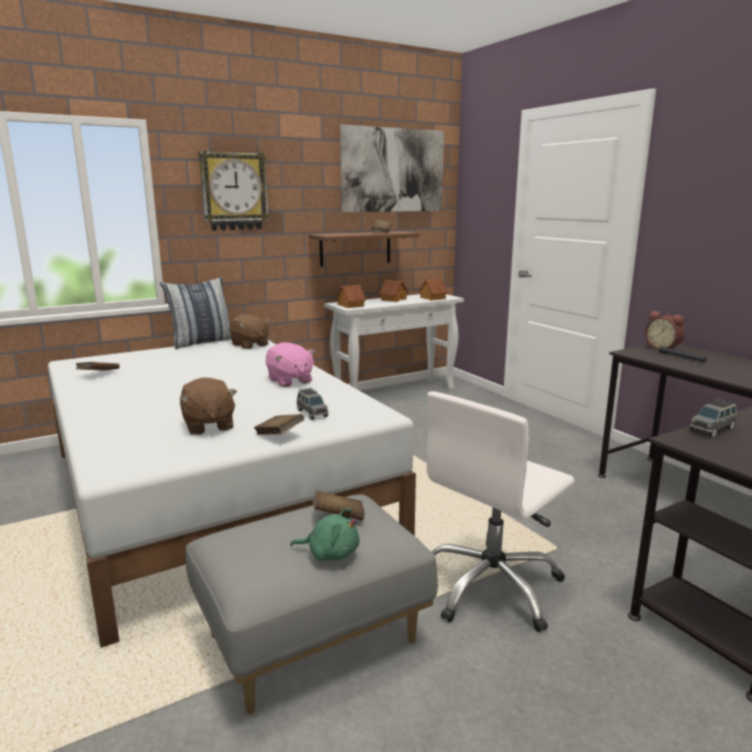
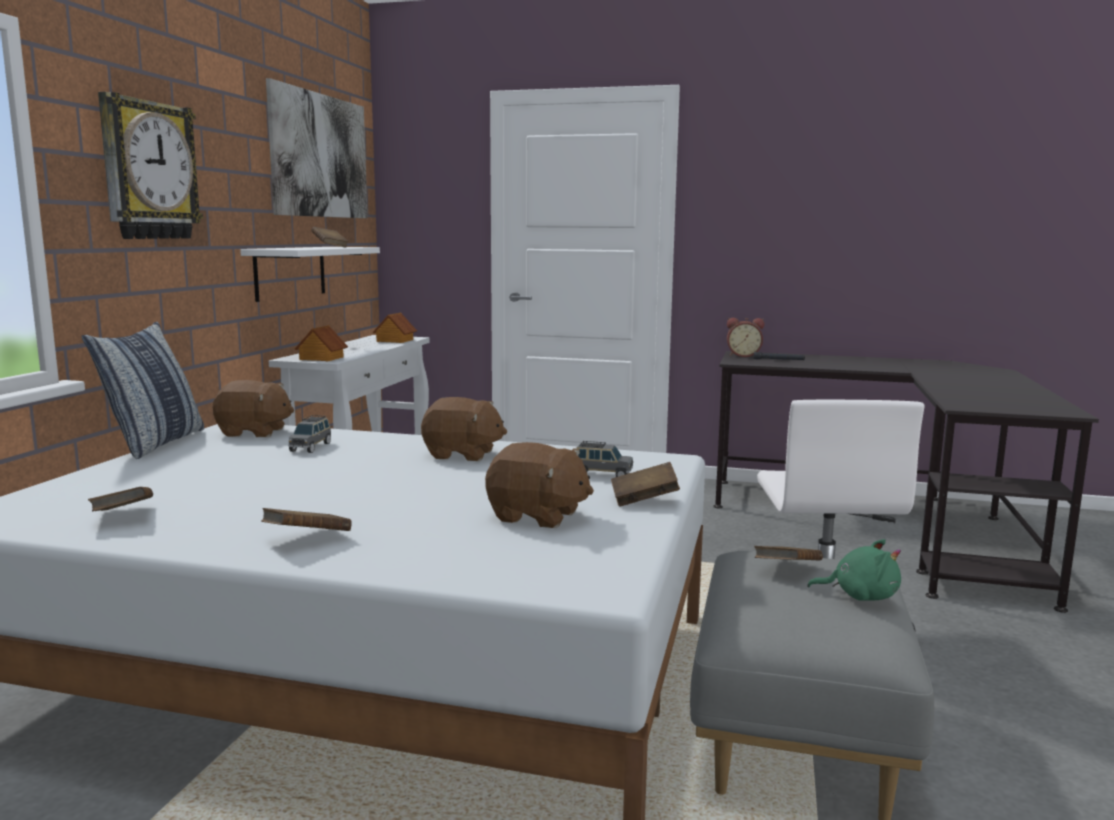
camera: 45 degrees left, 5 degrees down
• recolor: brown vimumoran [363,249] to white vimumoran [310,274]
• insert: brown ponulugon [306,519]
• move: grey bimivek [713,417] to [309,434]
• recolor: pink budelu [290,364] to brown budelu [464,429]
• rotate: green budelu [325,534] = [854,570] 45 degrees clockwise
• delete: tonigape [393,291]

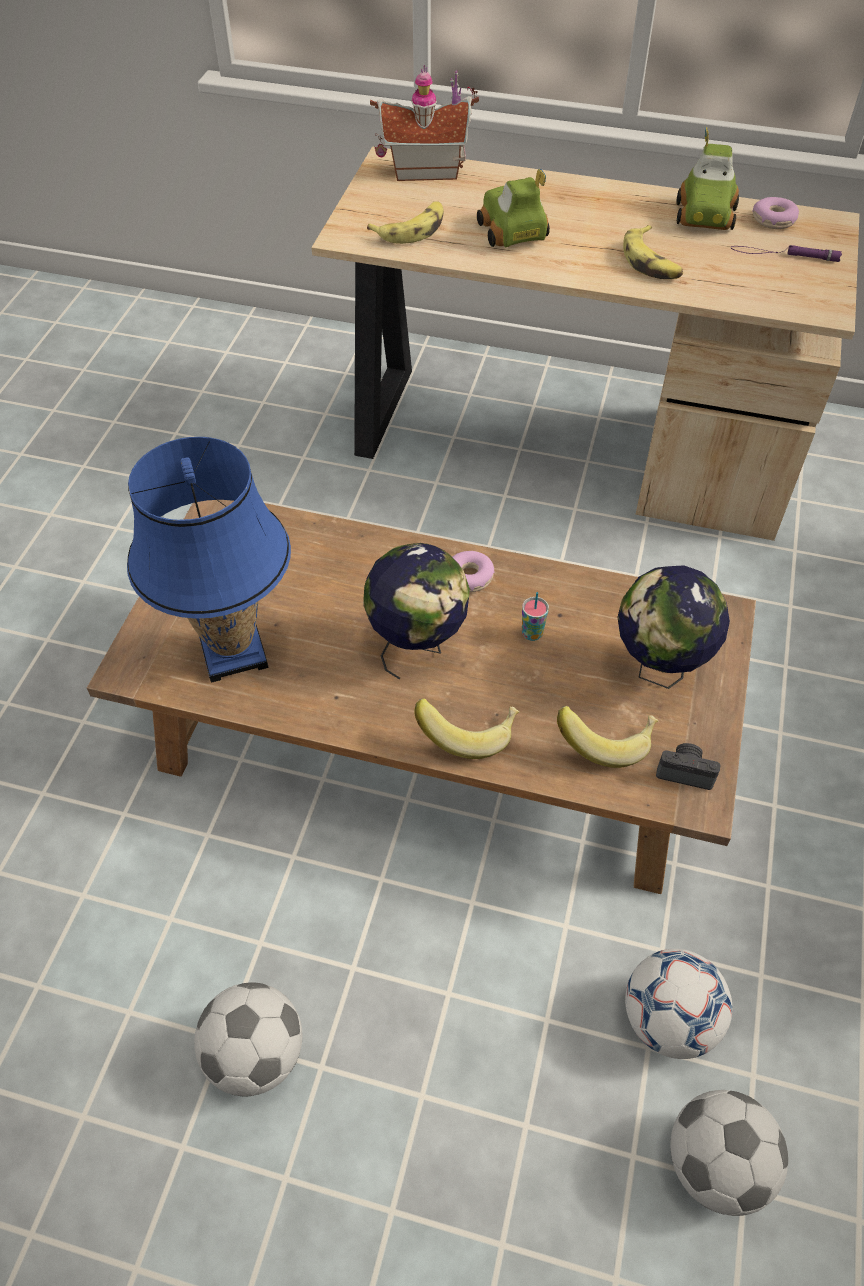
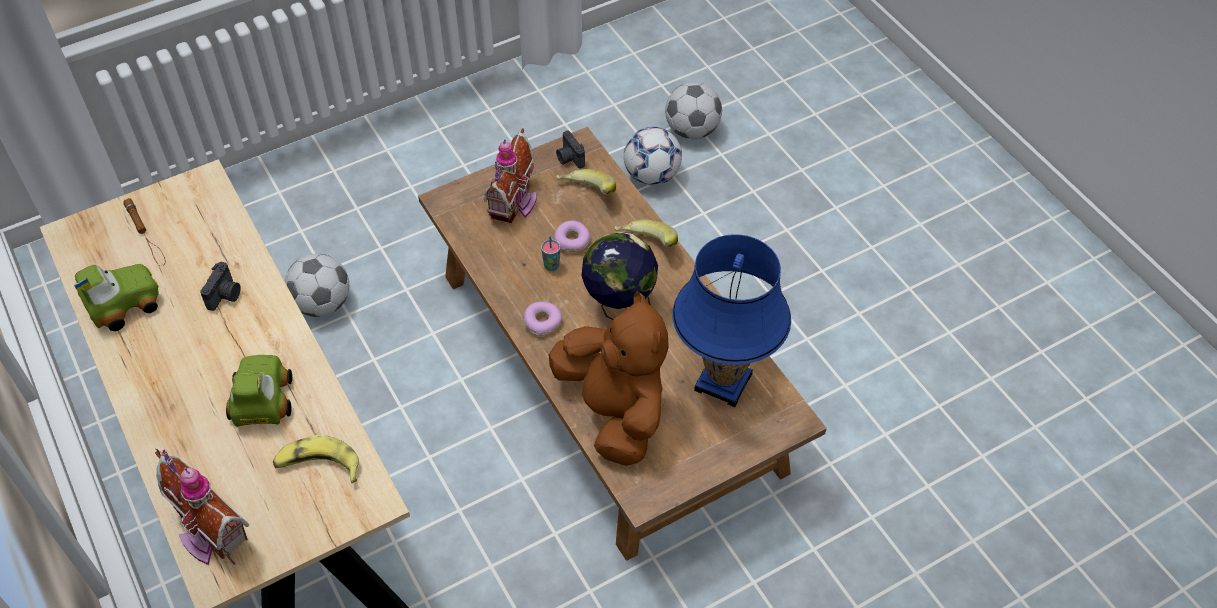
camera: 135 degrees left, 0 degrees up
• recolor: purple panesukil [786,253] to brown panesukil [145,232]
• replace: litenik [653,252] to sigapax [220,286]
• rotate: bimivek [513,208] = [259,391] 150 degrees clockwise
• move: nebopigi [248,1039] to [317,285]
• replace: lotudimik [673,627] to tonigape [510,175]
• insert: brown budelu [609,378]
• move: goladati [775,213] to [572,236]

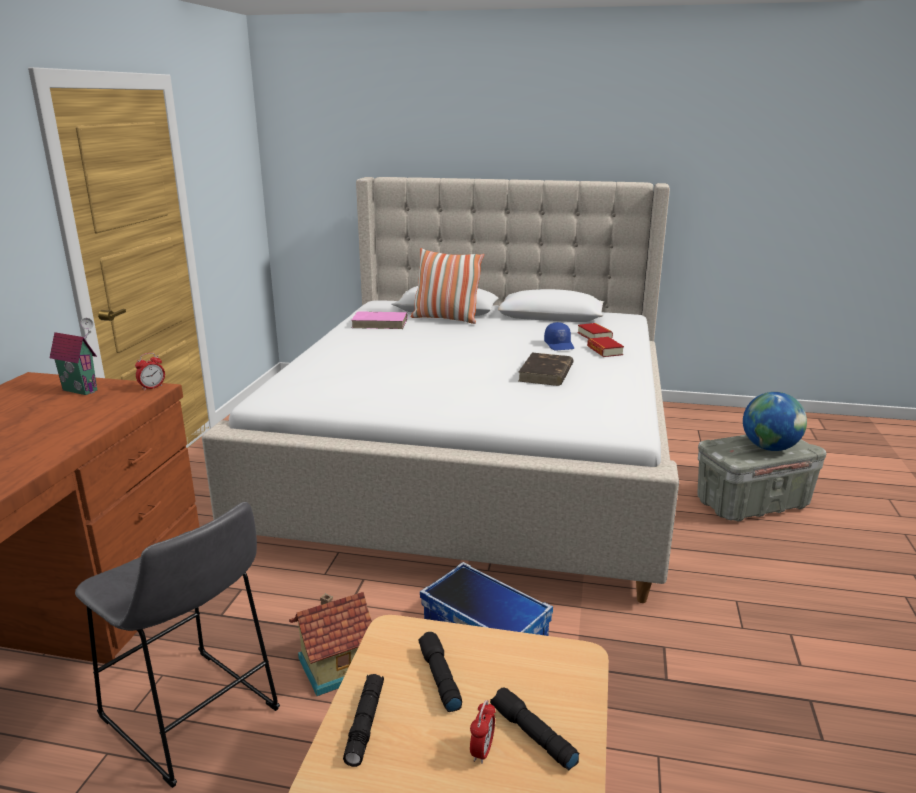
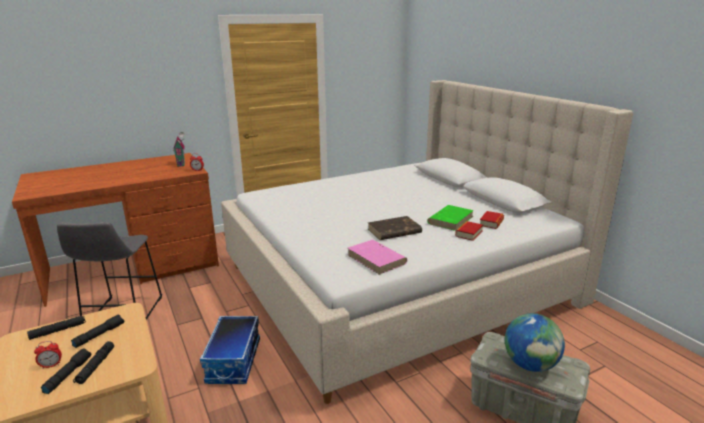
camera: 50 degrees right, 0 degrees up
• insert: black panesukil [93,362]
• move: pink ponulugon [380,320] to [377,257]
• replace: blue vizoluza [559,336] to green ponulugon [450,218]
• delete: tonigape [330,644]
• delete: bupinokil [447,286]

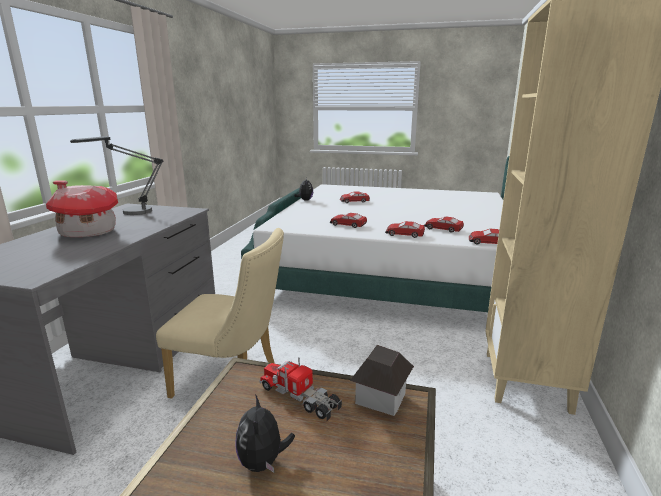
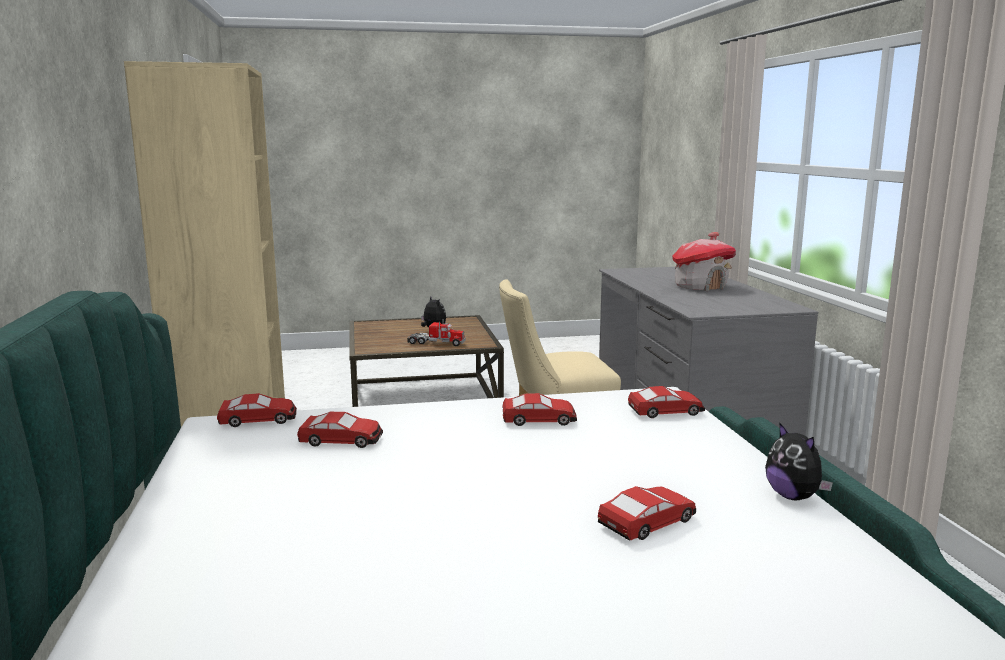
camera: 155 degrees right, 5 degrees down
• move: bimivek [405,229] to [666,402]
• delete: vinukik [117,175]
• delete: tonigape [382,380]

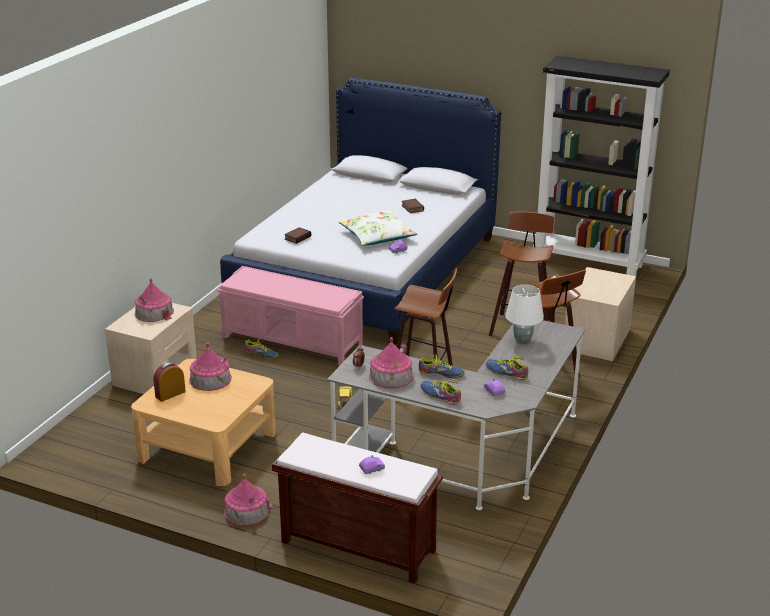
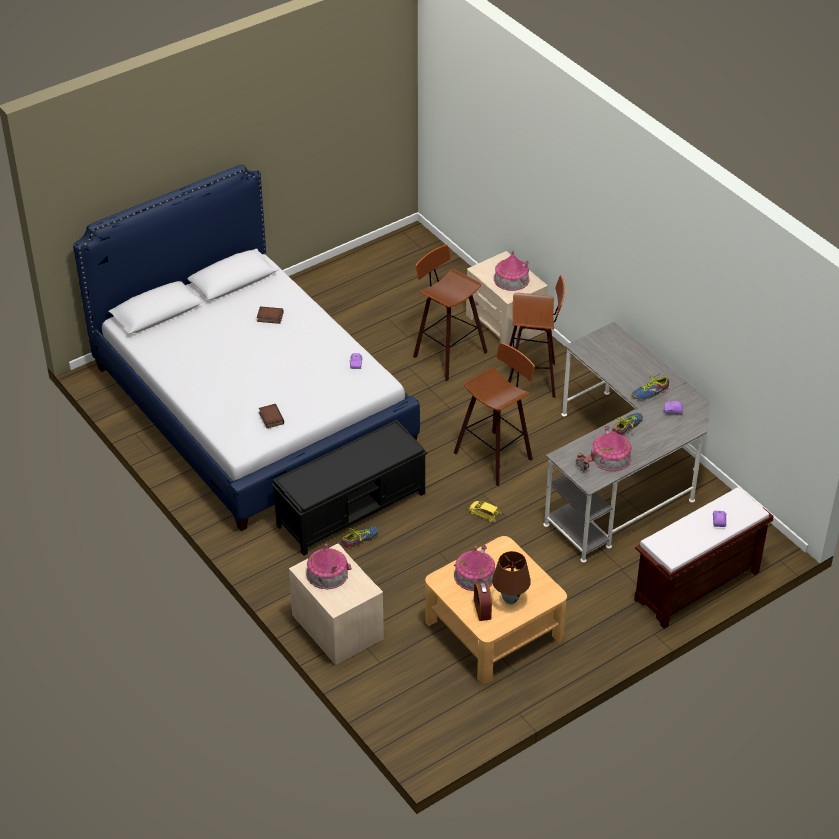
camera: 60 degrees left, 15 degrees up
• recolor: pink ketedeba [291,316] to black ketedeba [349,488]
• insert: brown vinukik [511,578]
• move: tonigape [248,500] to [512,270]
• delete: white bupinokil [378,228]
• delete: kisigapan [441,392]
• delete: white vinukik [524,314]
• delete: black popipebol [601,166]

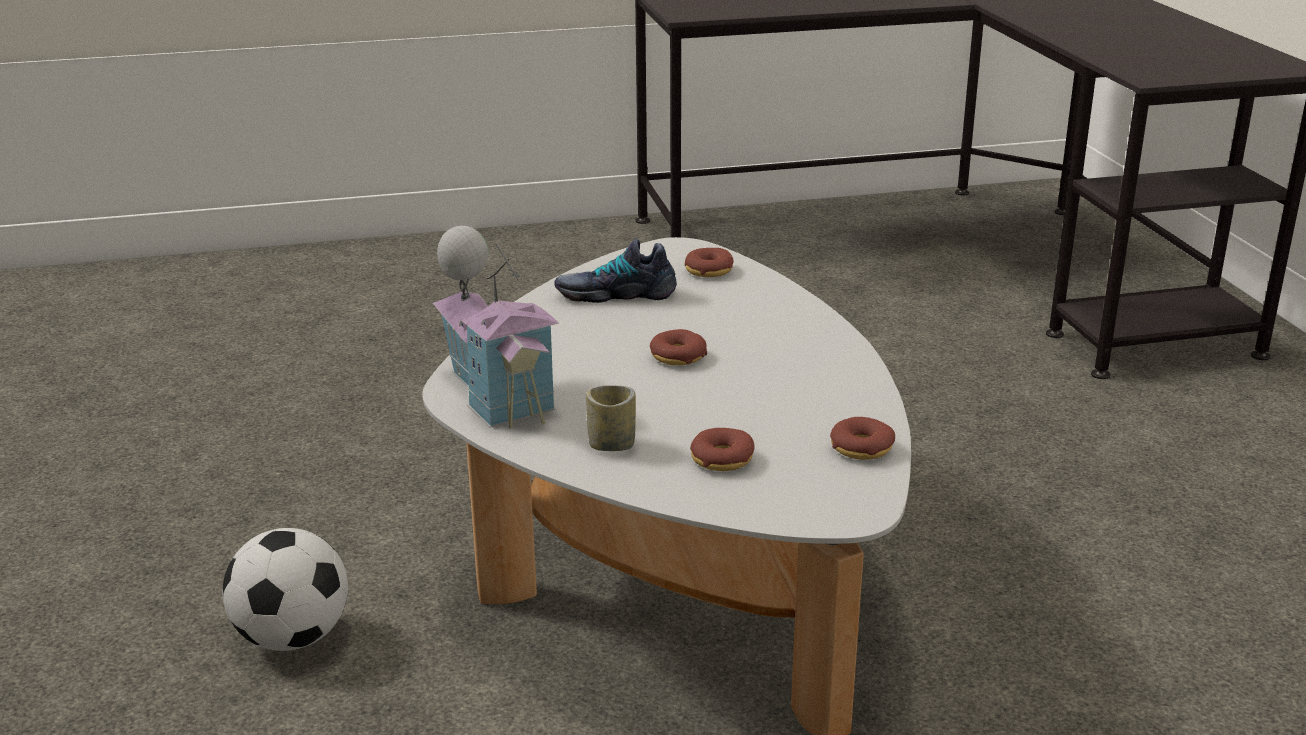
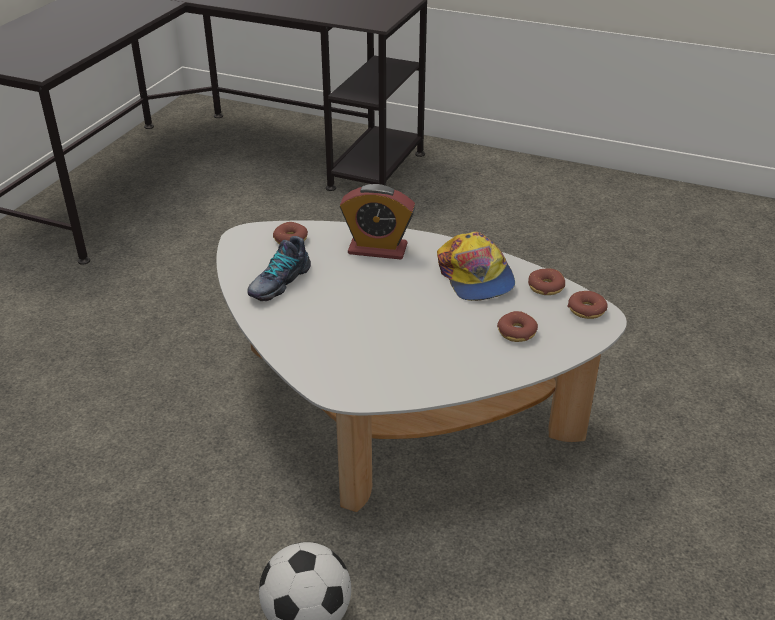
camera: 55 degrees left, 10 degrees up
• insert: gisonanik [377,222]
• insert: vizoluza [476,266]
• move: goladati [678,347] to [587,305]
• delete: tonigape [496,327]
• delete: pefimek [611,418]

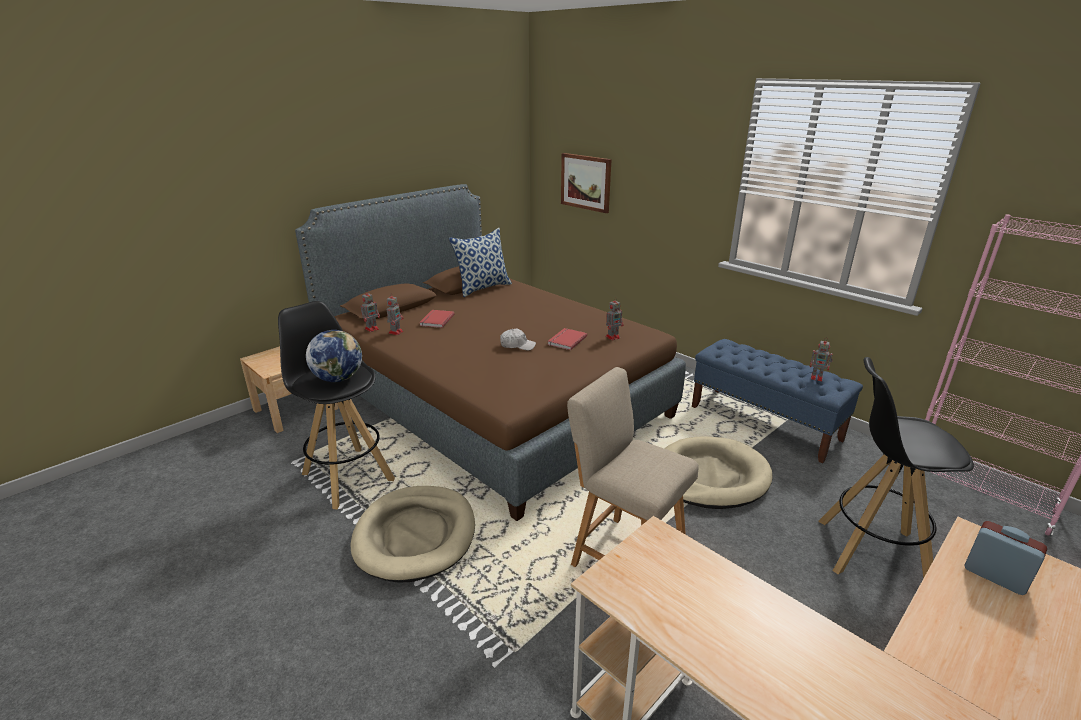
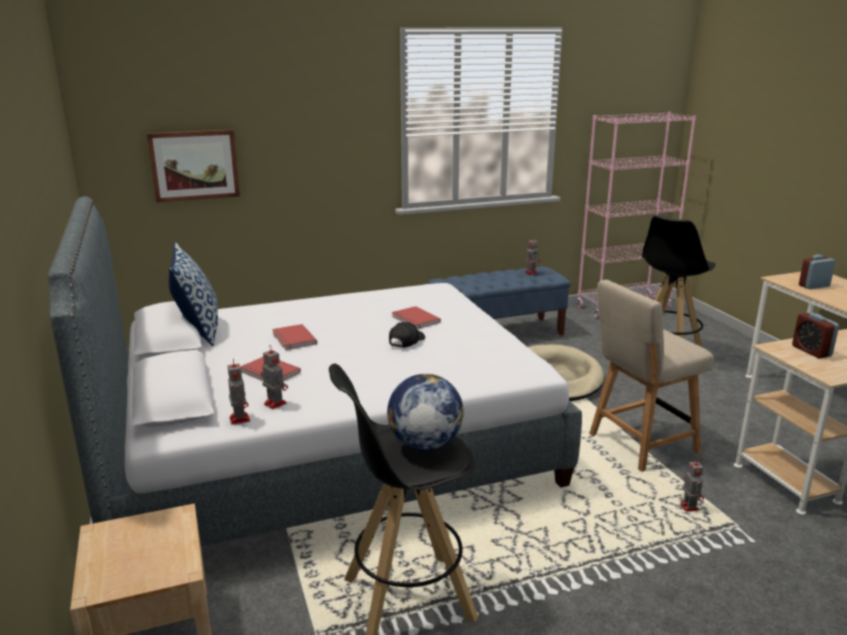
camera: 65 degrees left, 5 degrees down
• recolor: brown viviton [490,352] to grey viviton [315,371]
• insert: red ponulugon [294,337]
• recolor: white vizoluza [518,340] to black vizoluza [407,335]
• move: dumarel [615,318] to [692,484]
• insert: gisonanik [815,335]
• delete: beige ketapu [413,534]

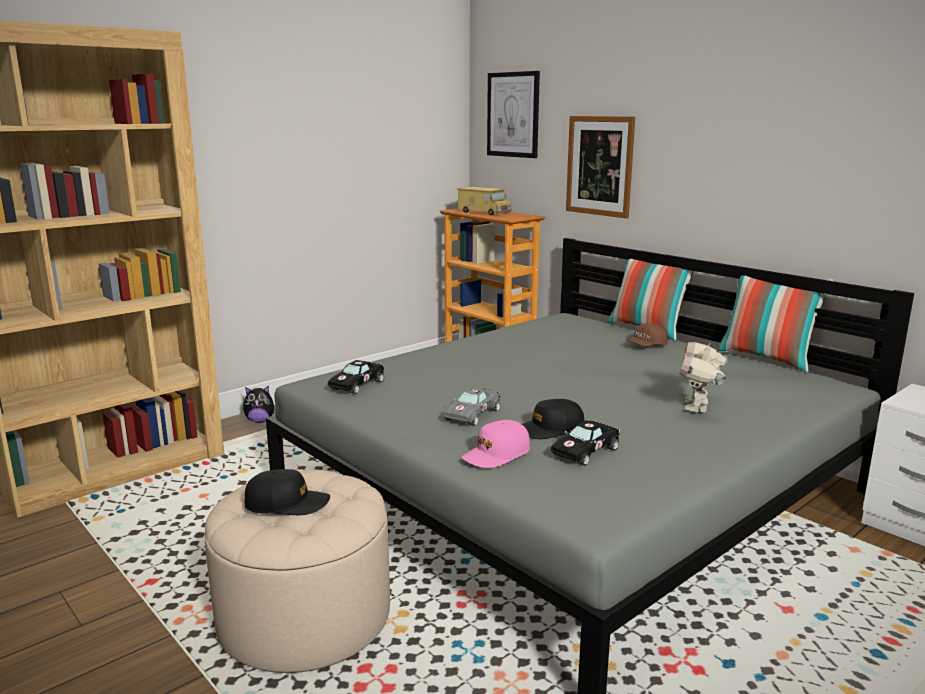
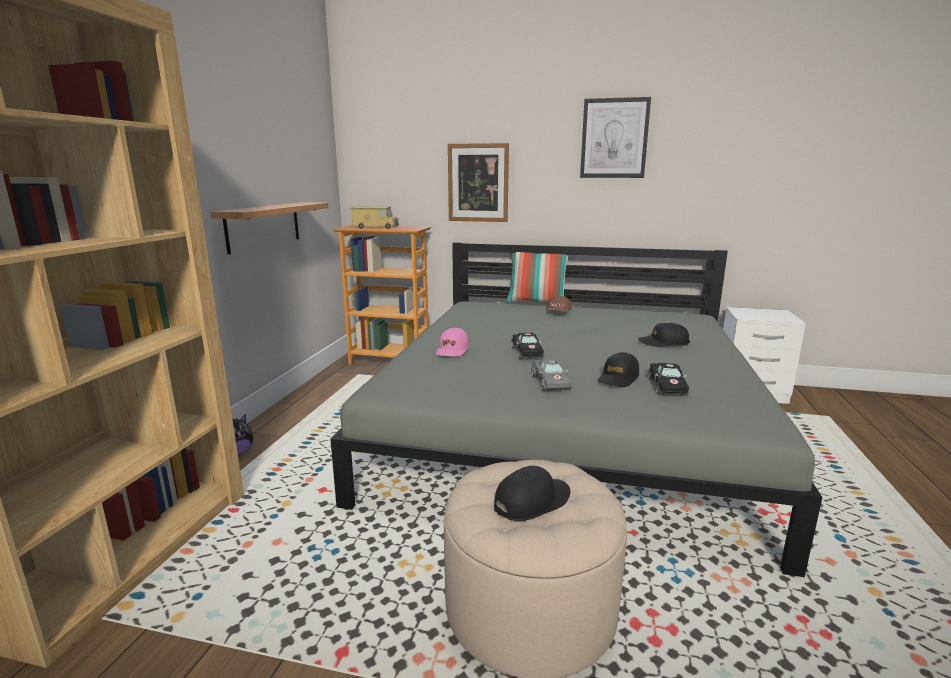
camera: 35 degrees left, 0 degrees up
• insert: vimumoran [269,228]
• move: pink vizoluza [495,444] to [452,342]
• move: black bimivek [356,377] to [527,346]
• move: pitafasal [513,114] to [615,137]
• replace: dumarel [704,376] to black vizoluza [664,335]
• delete: bupinokil [775,323]

